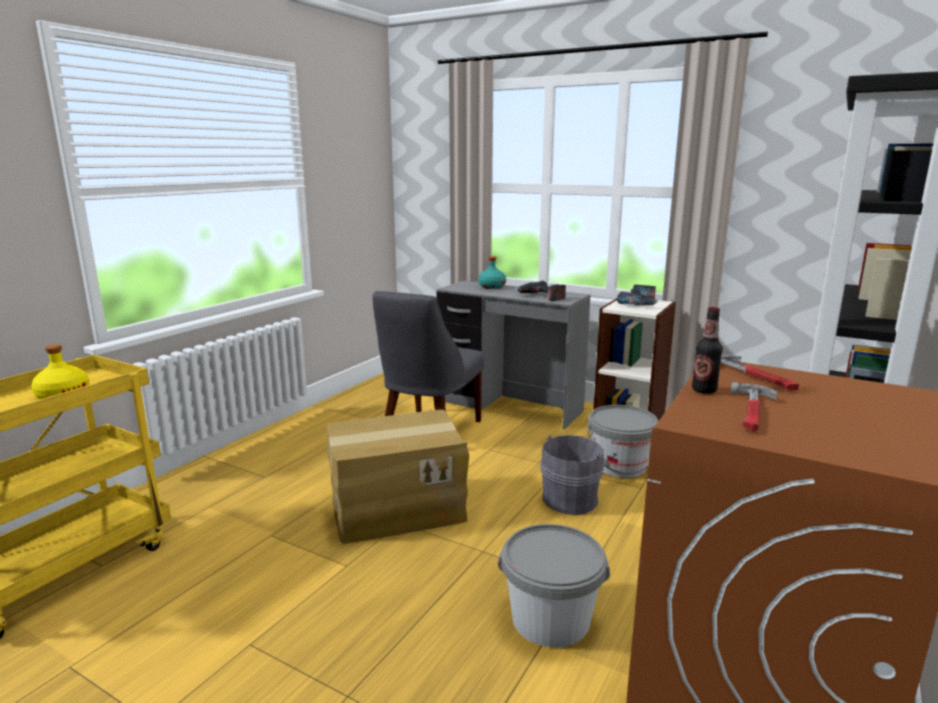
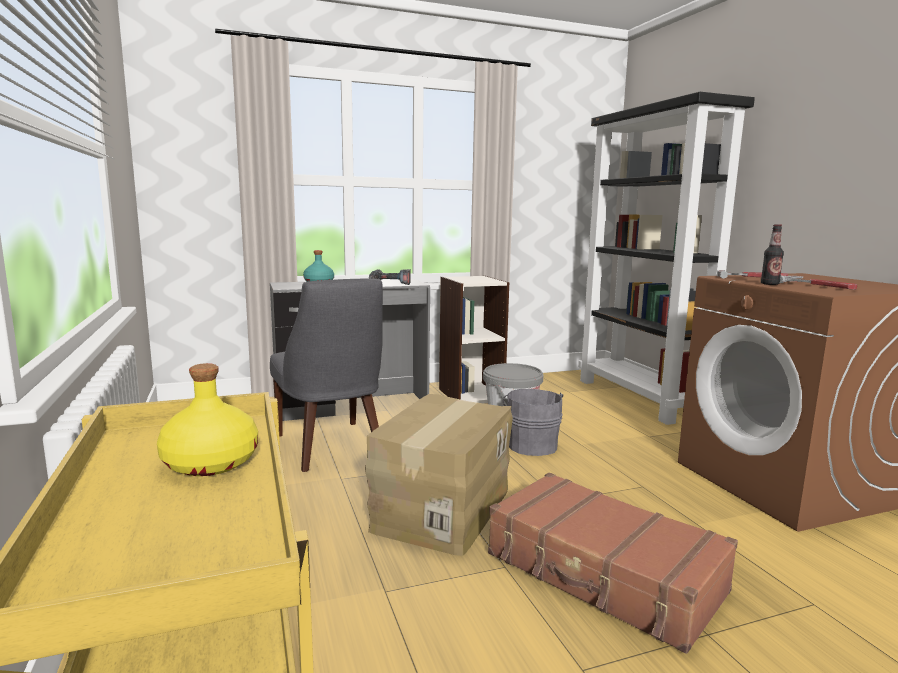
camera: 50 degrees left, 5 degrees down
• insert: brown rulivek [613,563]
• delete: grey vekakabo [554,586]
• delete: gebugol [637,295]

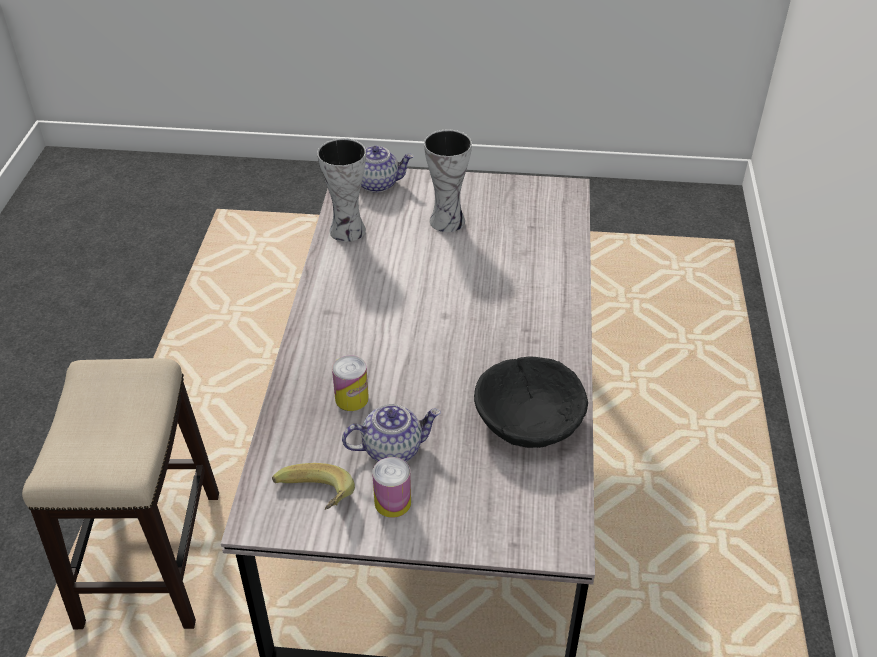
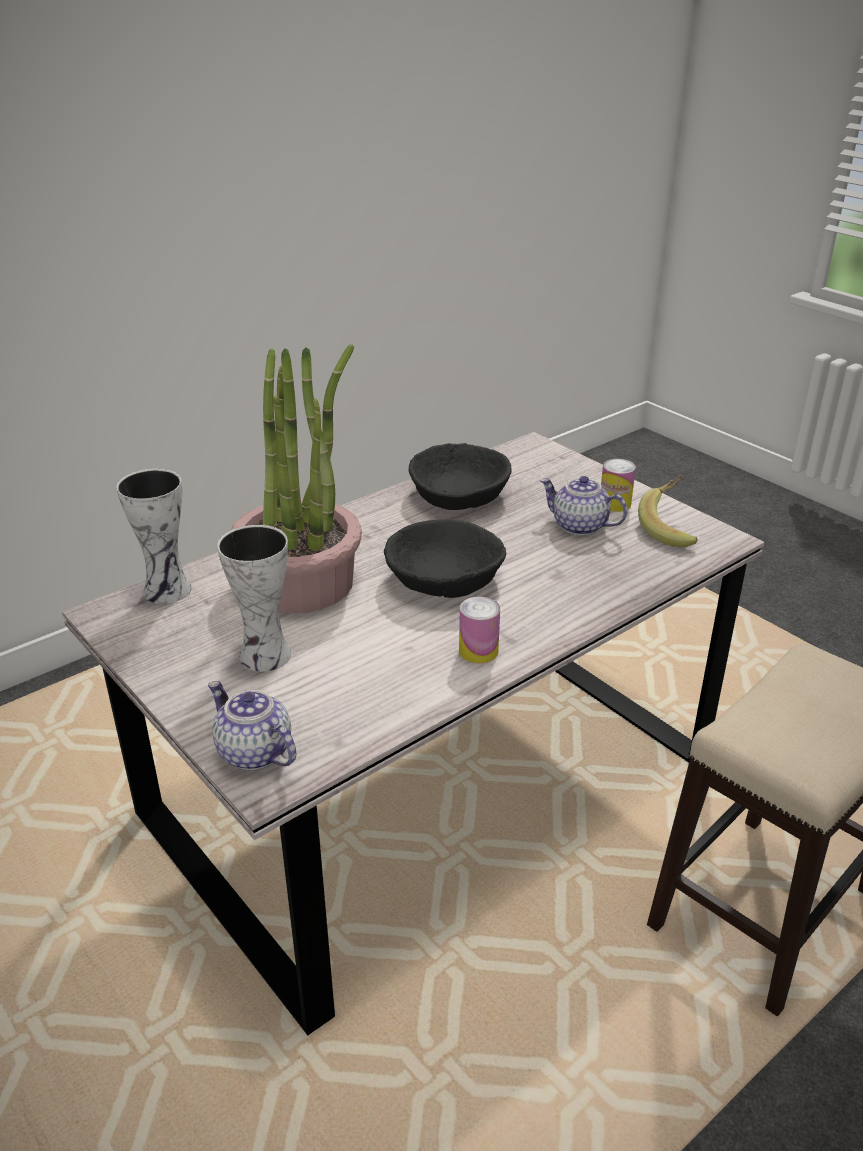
camera: 135 degrees left, 10 degrees down
• move: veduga [341,190] to [153,536]
• insert: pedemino [296,478]
• insert: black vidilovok [445,558]
• move: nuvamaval [350,383] to [479,630]

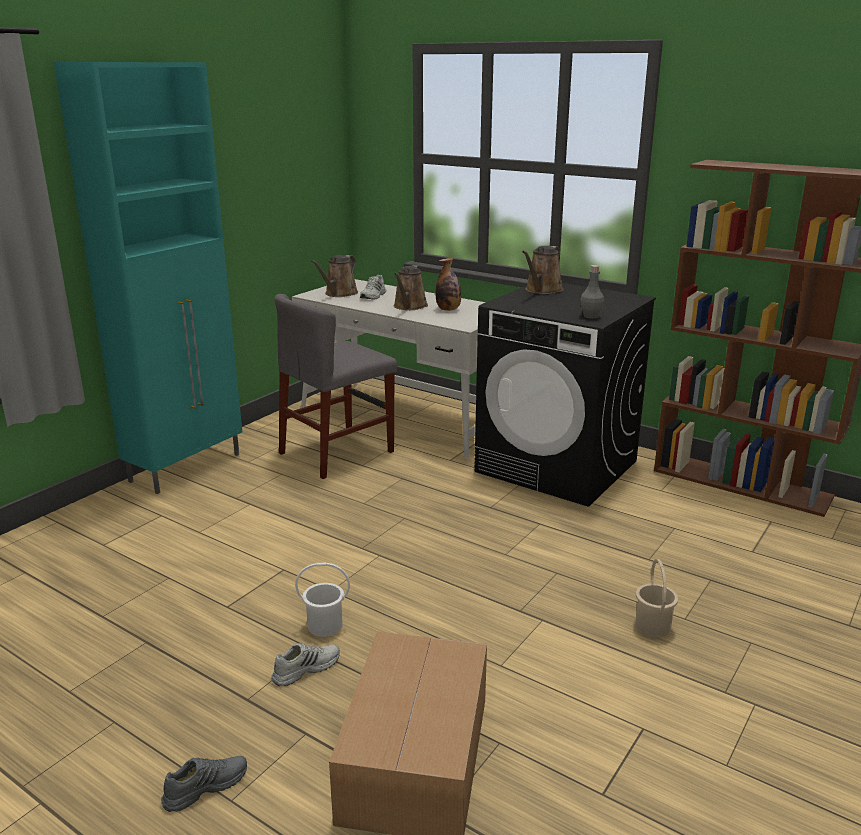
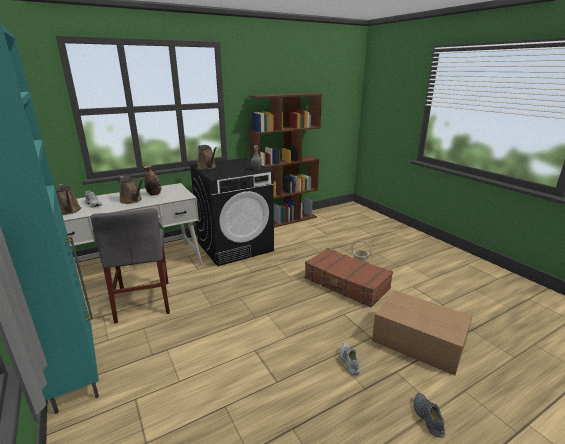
camera: 65 degrees left, 0 degrees up
• insert: brown rulivek [349,278]
• delete: white vekakabo [322,600]

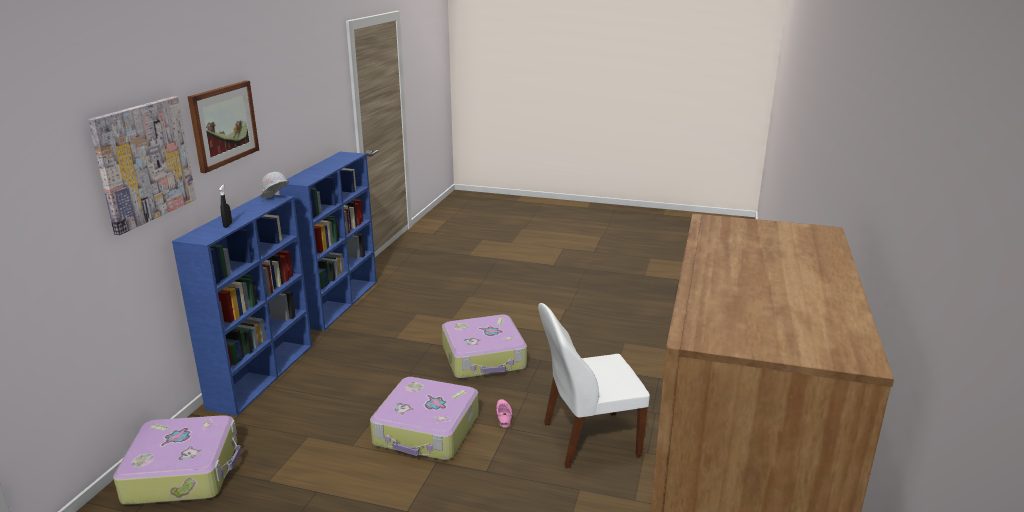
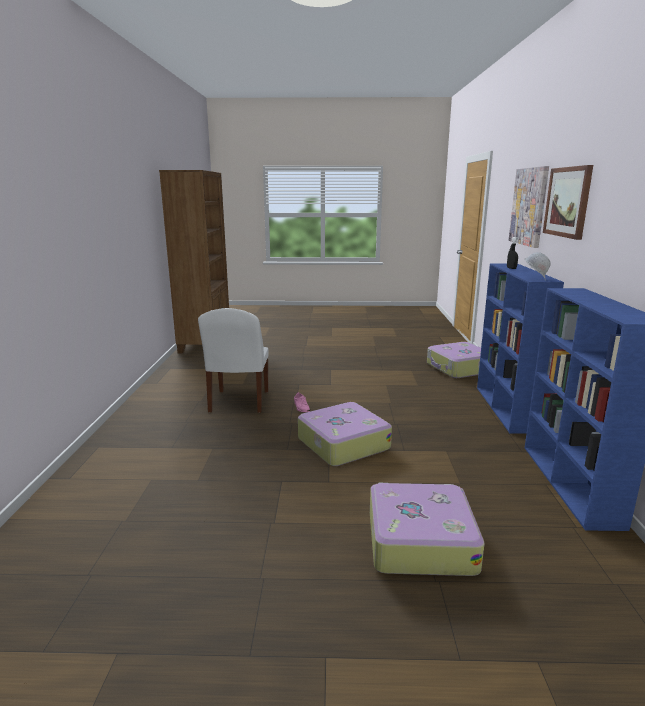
camera: 165 degrees right, 5 degrees down
• rotate: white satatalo [594,385] = [233,360] 120 degrees clockwise
• move: rulivek [424,418] to [427,529]

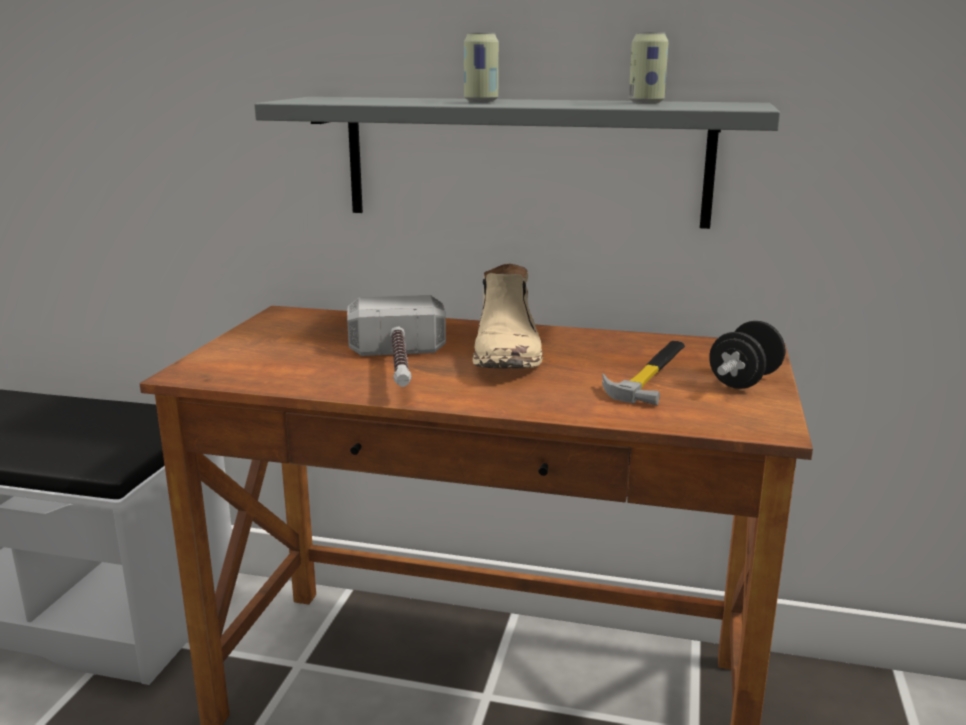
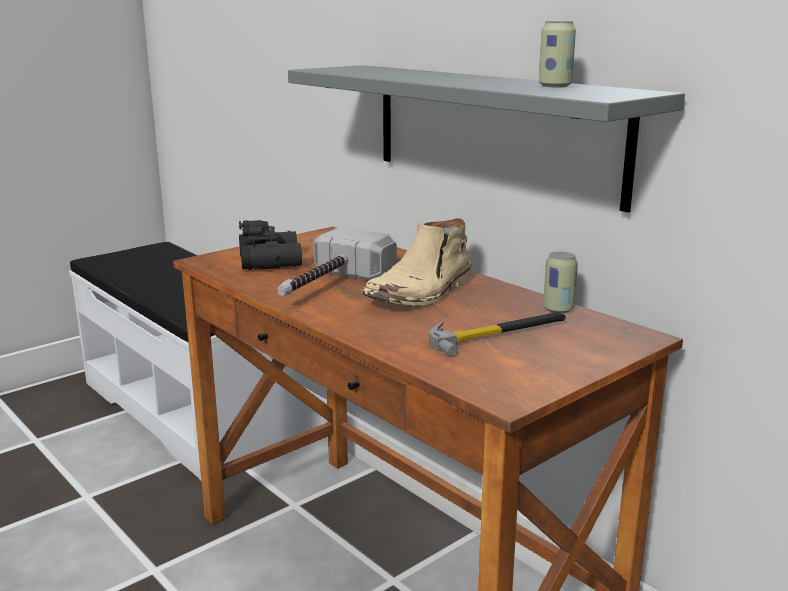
camera: 35 degrees right, 0 degrees up
• insert: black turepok [270,245]
• move: nuvamaval [481,67] to [560,282]
• delete: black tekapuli [747,355]

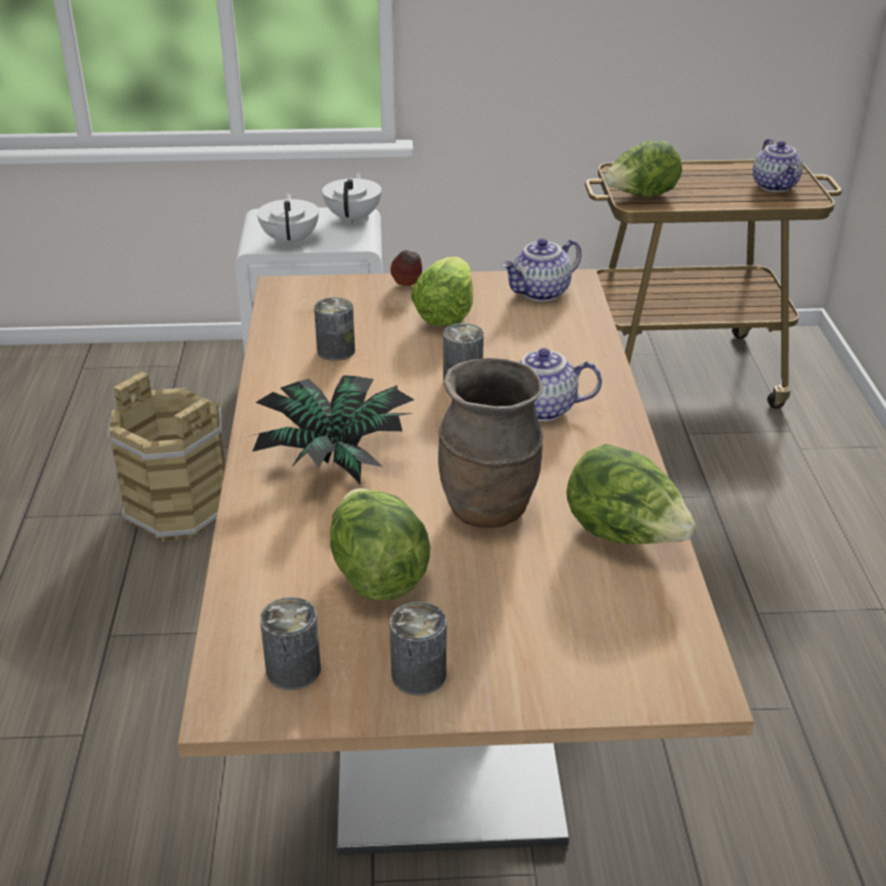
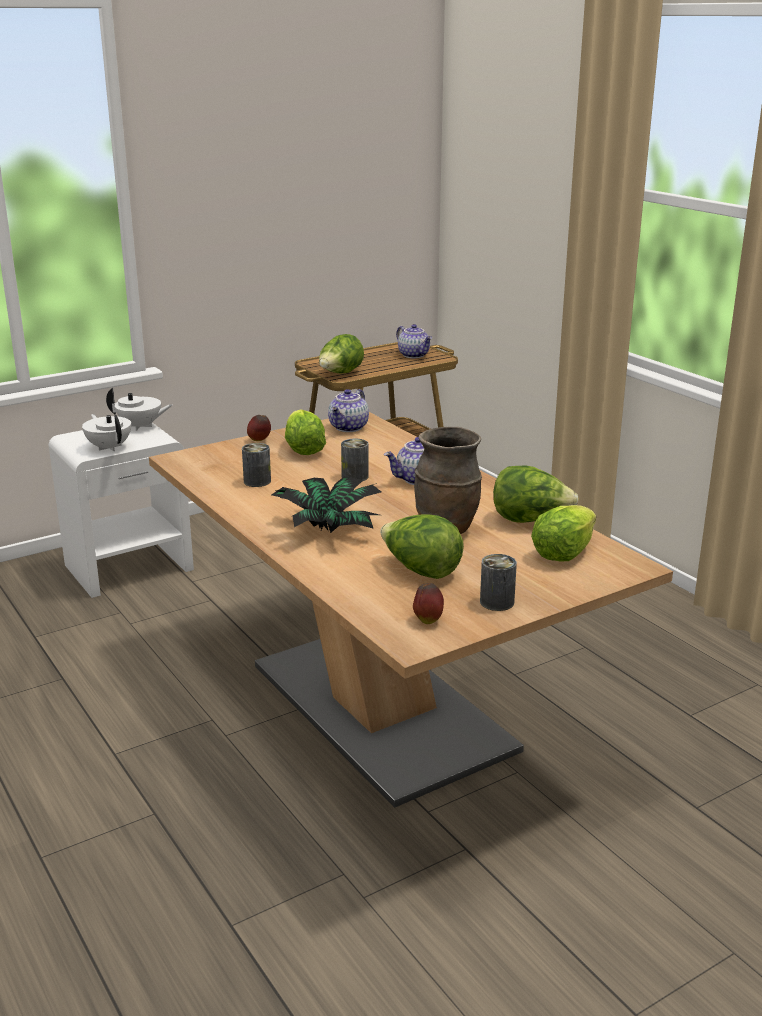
camera: 30 degrees left, 10 degrees down
• rotate: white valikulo [351,198] = [139,409] 120 degrees clockwise
• replace: nuvamaval [290,643] to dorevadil [428,603]
• insert: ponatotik [563,533]
• delete: brown vekakabo [166,457]

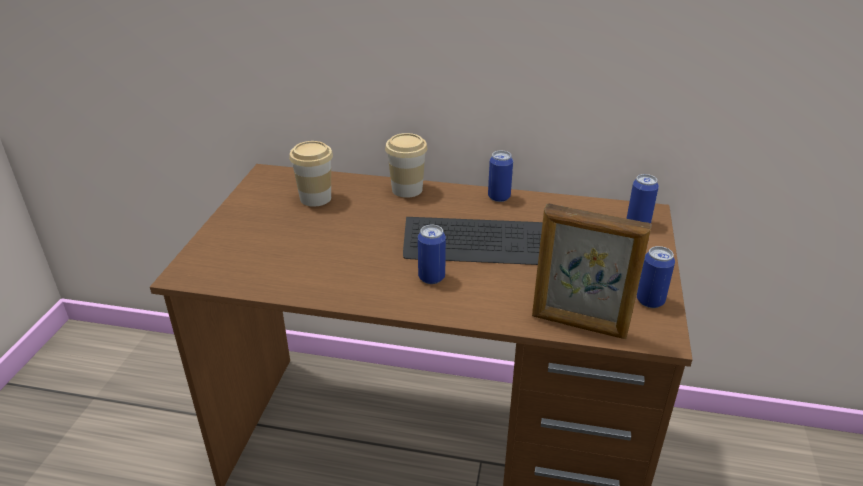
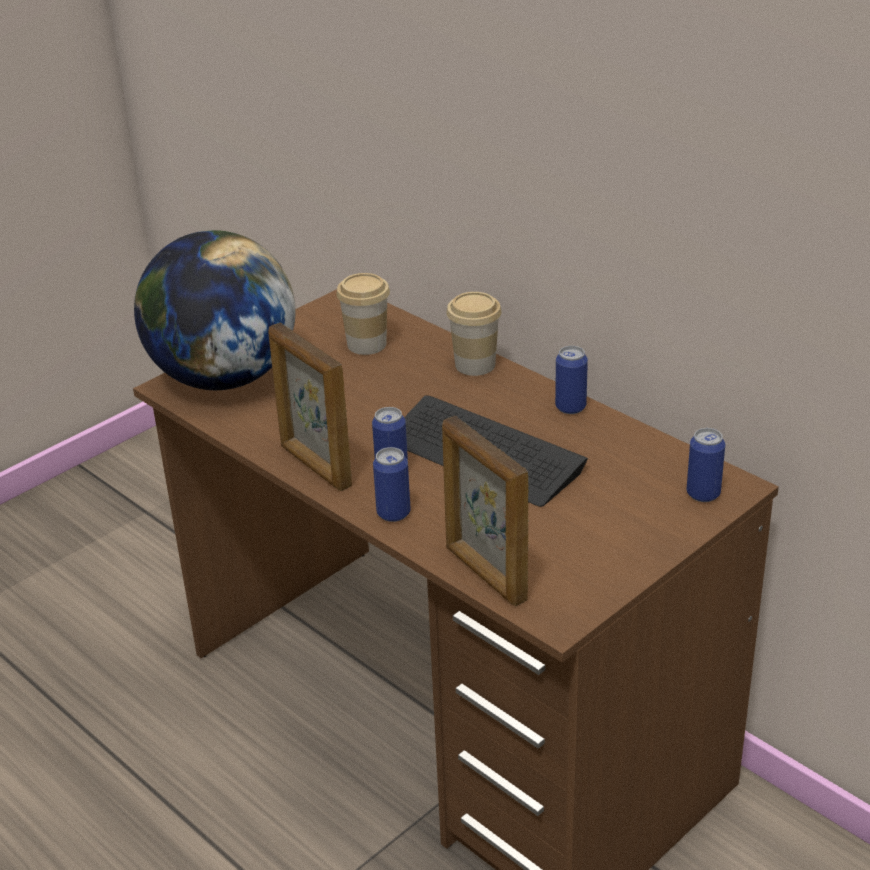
camera: 35 degrees right, 0 degrees up
• insert: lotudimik [214,310]
• insert: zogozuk [310,407]
• move: nuvamaval [656,277] to [392,484]

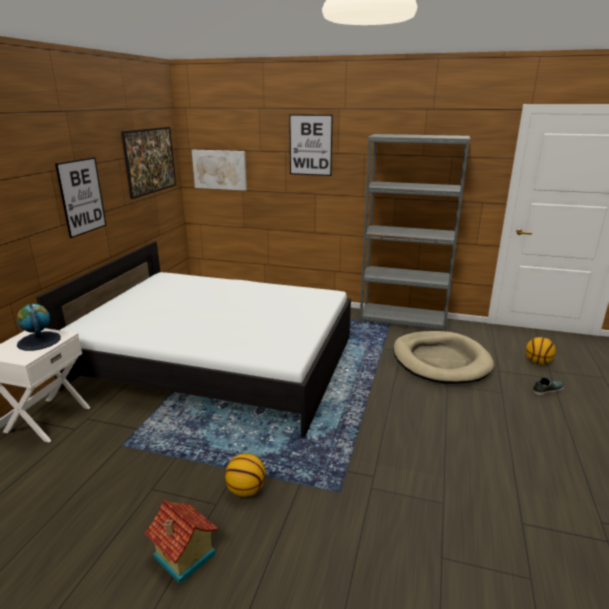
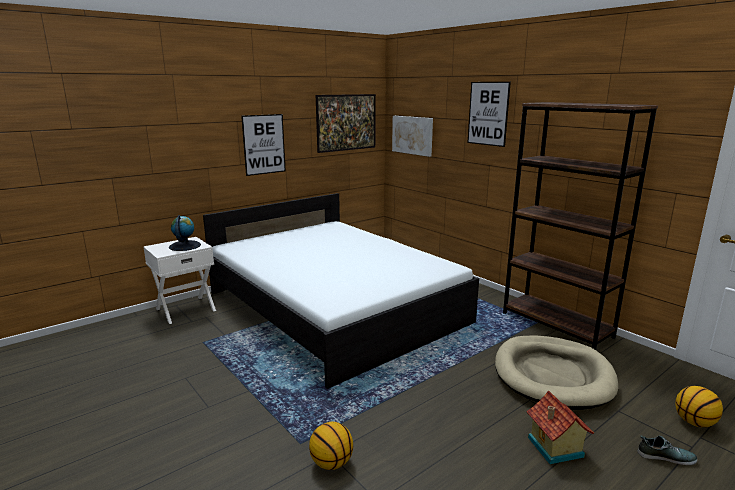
camera: 35 degrees right, 5 degrees down
• move: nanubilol [245,475] to [331,446]
• recolor: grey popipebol [414,232] to brown popipebol [580,226]
• move: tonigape [181,542] to [560,427]

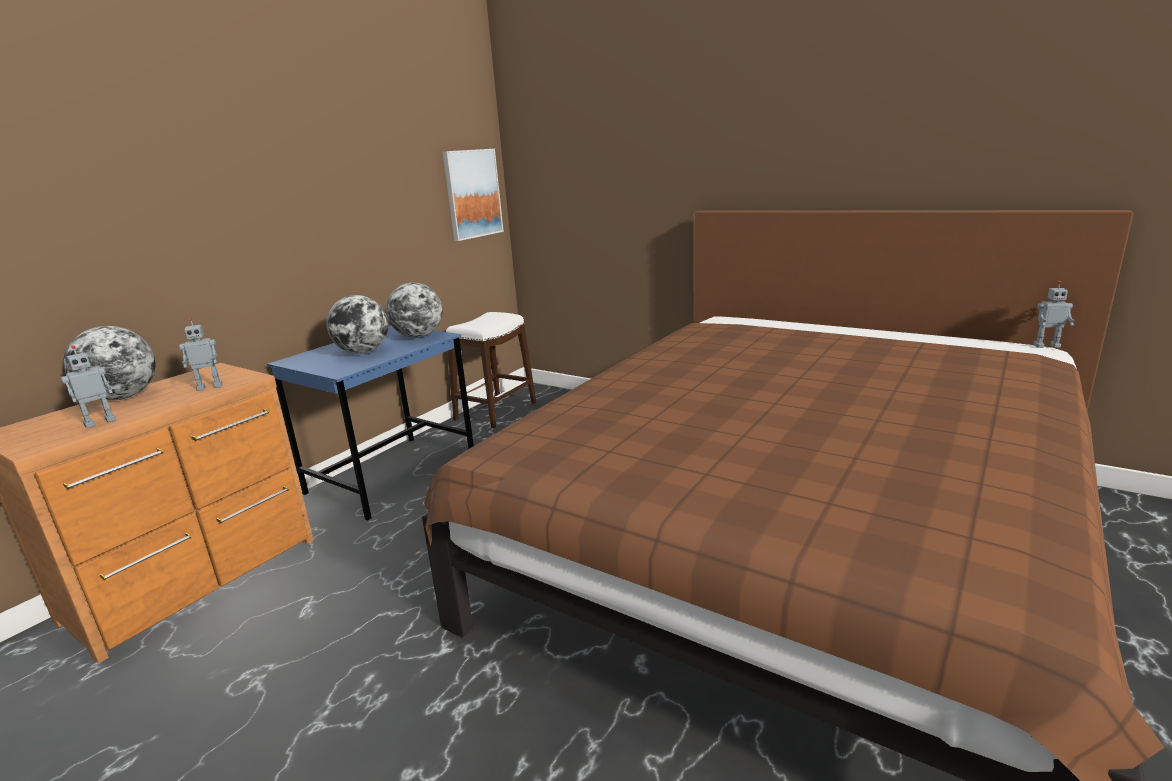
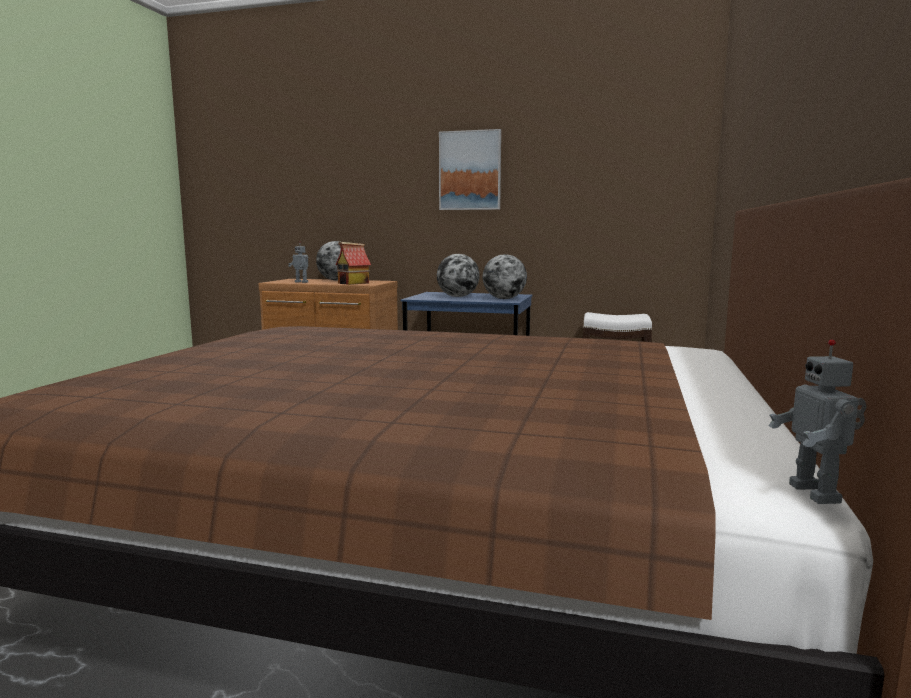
camera: 70 degrees right, 10 degrees down
• replace: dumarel [201,354] to tonigape [353,263]
• move: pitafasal [473,195] to [470,169]

